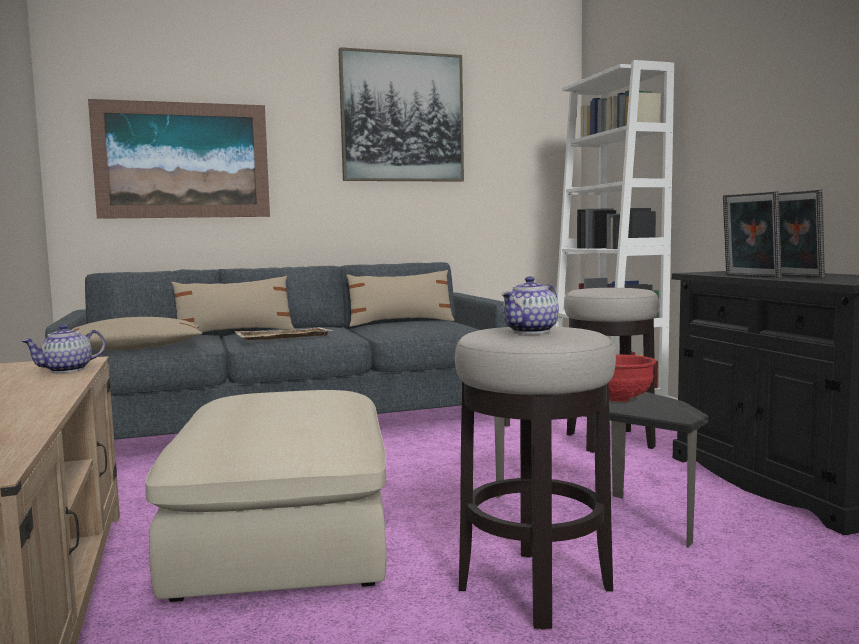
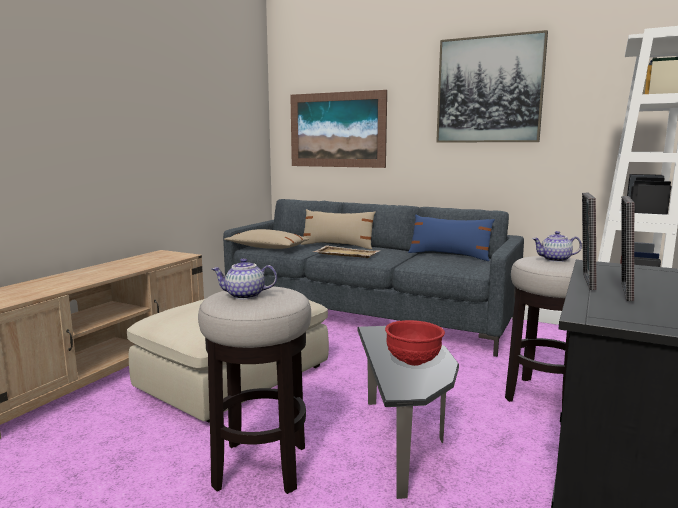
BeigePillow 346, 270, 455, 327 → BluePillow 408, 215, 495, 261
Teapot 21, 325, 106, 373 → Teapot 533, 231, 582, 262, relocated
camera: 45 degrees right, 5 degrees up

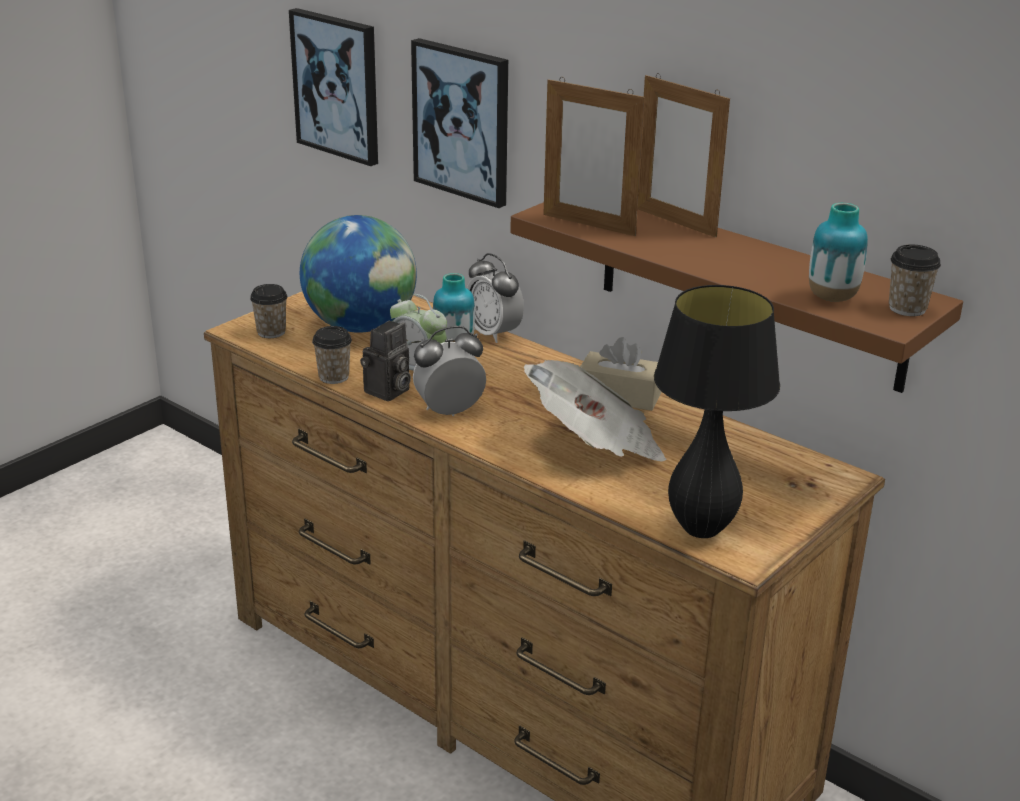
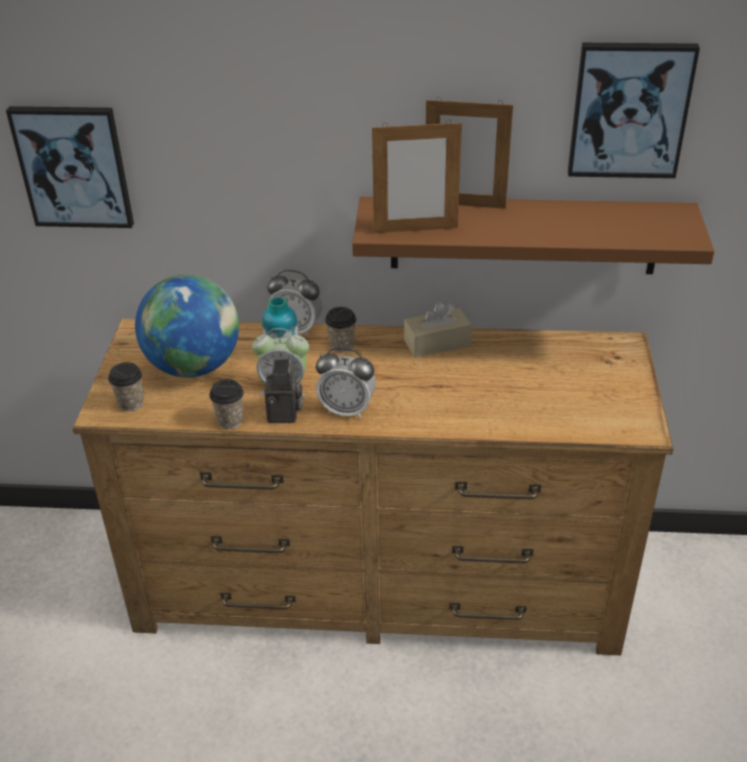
AlarmClock 413, 326, 486, 416 → AlarmClock 315, 347, 376, 419, 105 degrees counterclockwise
Cup 889, 245, 941, 316 → Cup 325, 307, 356, 353, relocated
Picture 411, 38, 508, 208 → Picture 568, 43, 700, 178, relocated
Newspaper 524, 360, 667, 461 → -
BlackTableLamp 654, 285, 780, 538 → -
Vase 809, 203, 868, 302 → -
camera: 35 degrees left, 10 degrees up

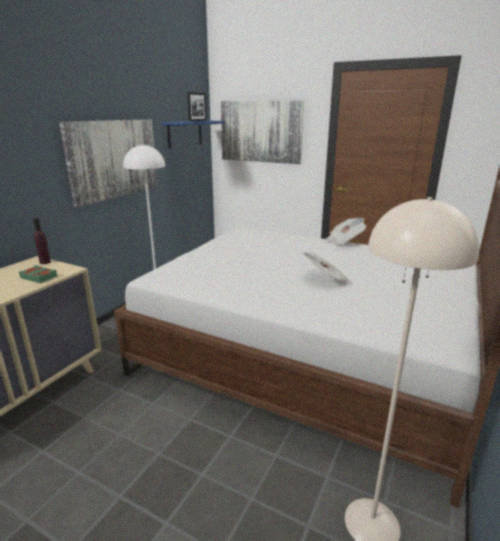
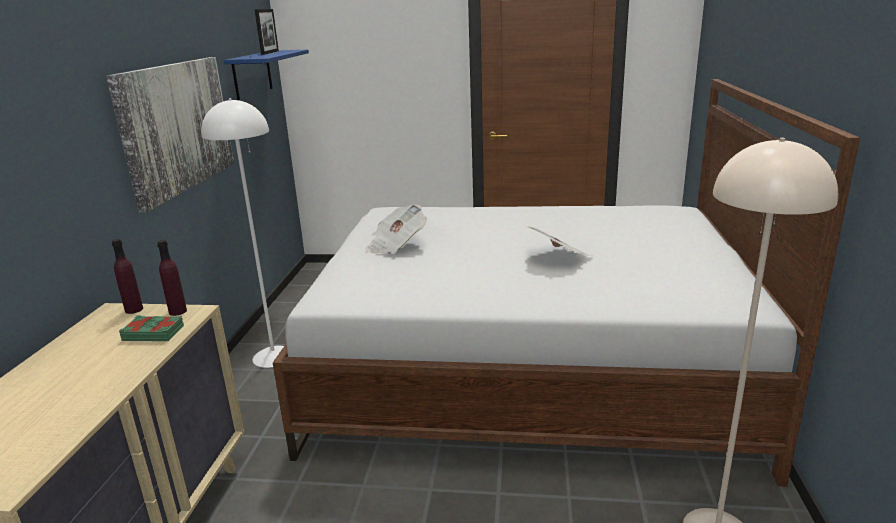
- → PurpleBottle 157, 240, 187, 316
Newspaper 324, 218, 366, 245 → Newspaper 365, 204, 427, 254, relocated
Picture 221, 100, 304, 164 → -
camera: 20 degrees left, 0 degrees up

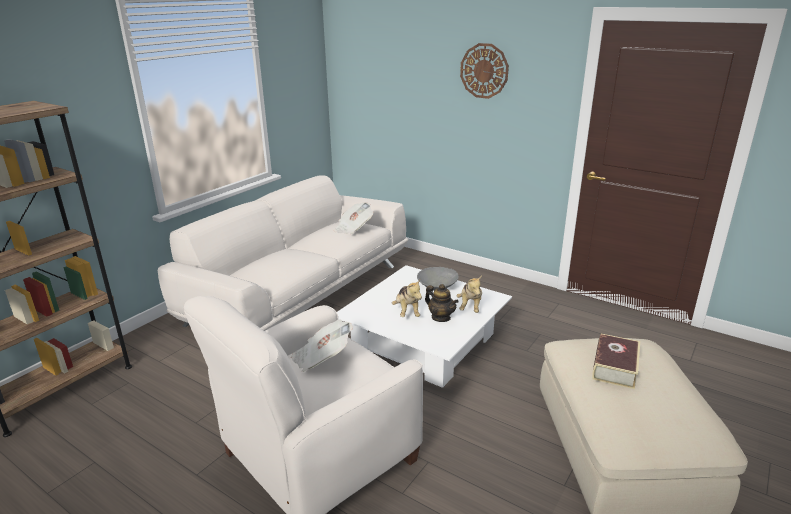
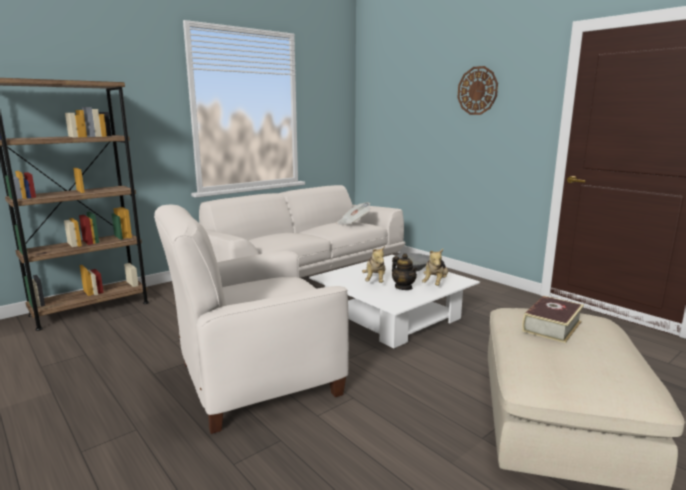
Newspaper 291, 319, 353, 372 → -
camera: 15 degrees right, 10 degrees down

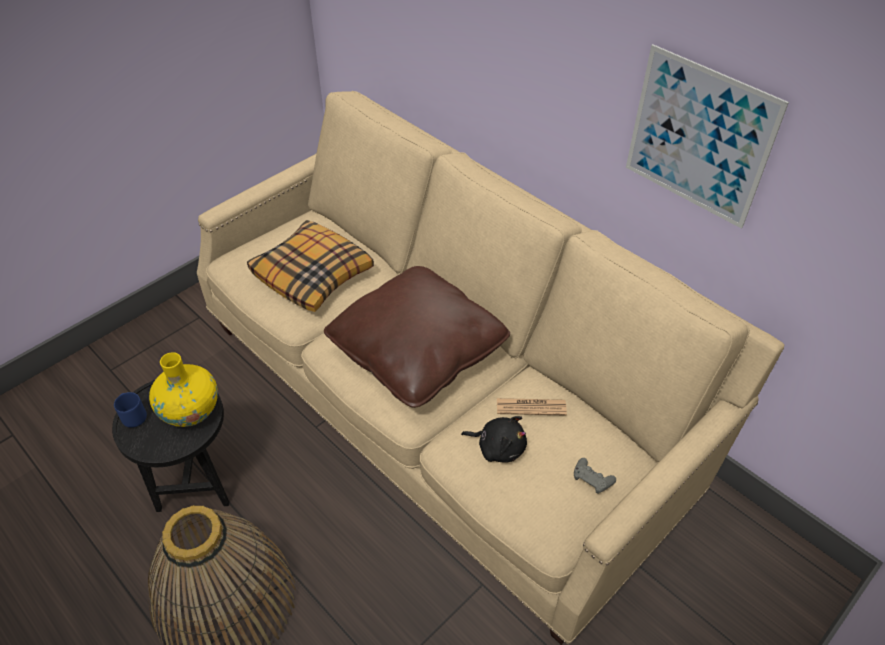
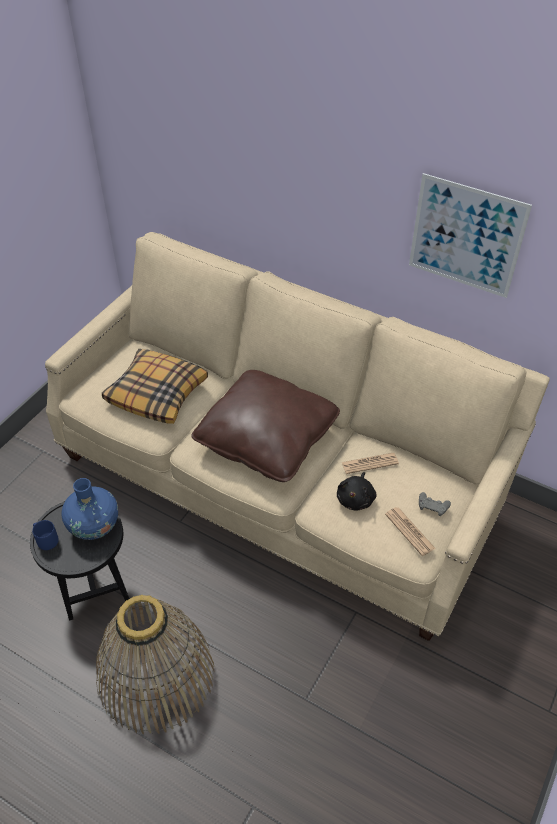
YellowVase 149, 352, 218, 427 → BlueVase 62, 478, 118, 540
BlackPlushToy 461, 416, 527, 463 → BlackPlushToy 337, 472, 377, 511, 105 degrees clockwise
- → Newspaper 385, 507, 436, 556
camera: 15 degrees left, 0 degrees up

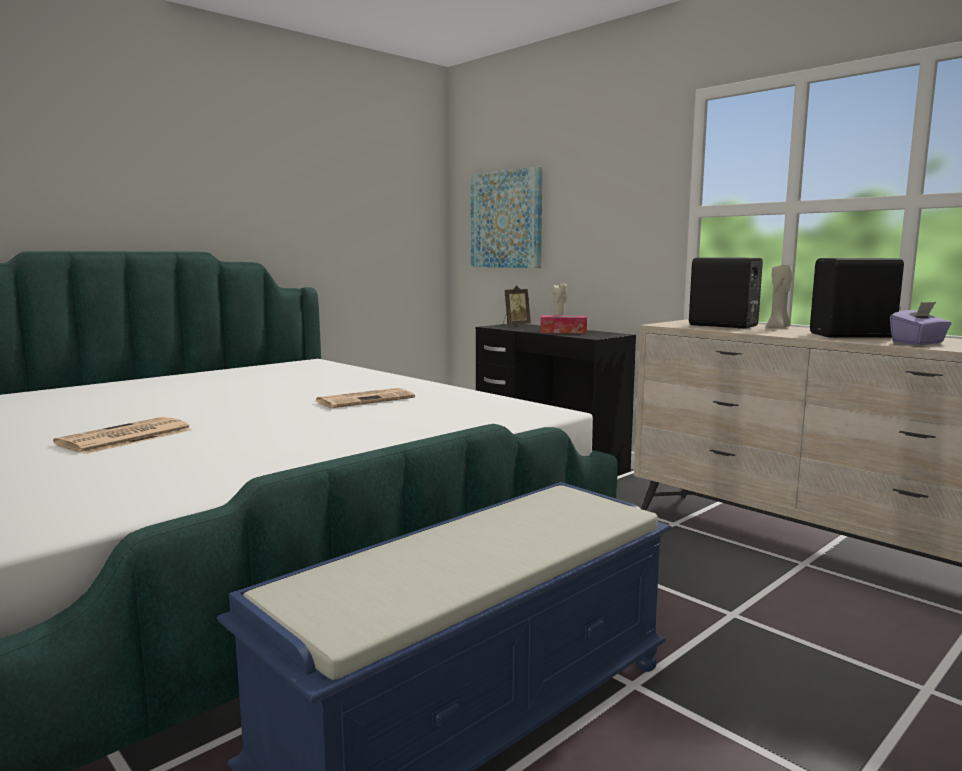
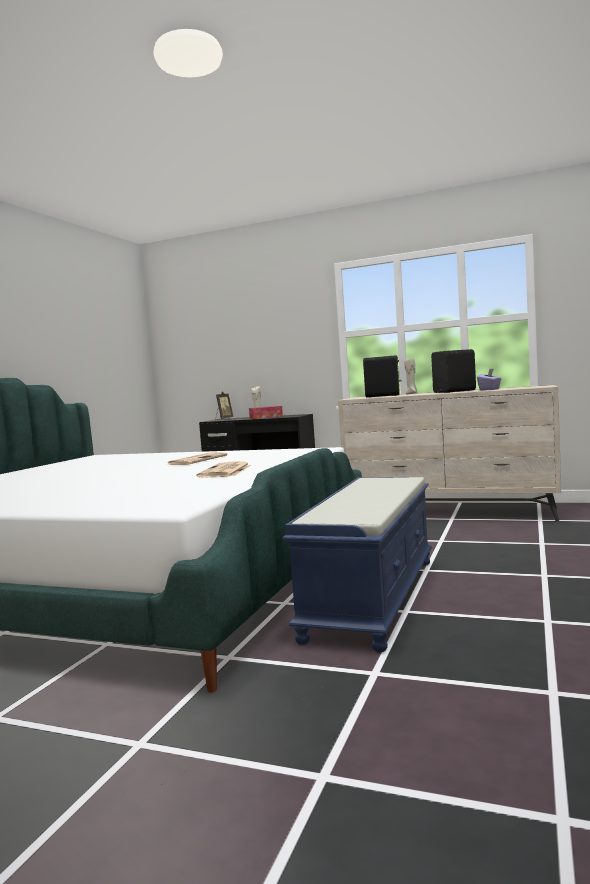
Newspaper 53, 417, 192, 454 → Newspaper 197, 461, 251, 478, relocated
Picture 471, 167, 543, 268 → -
camera: 25 degrees left, 5 degrees down

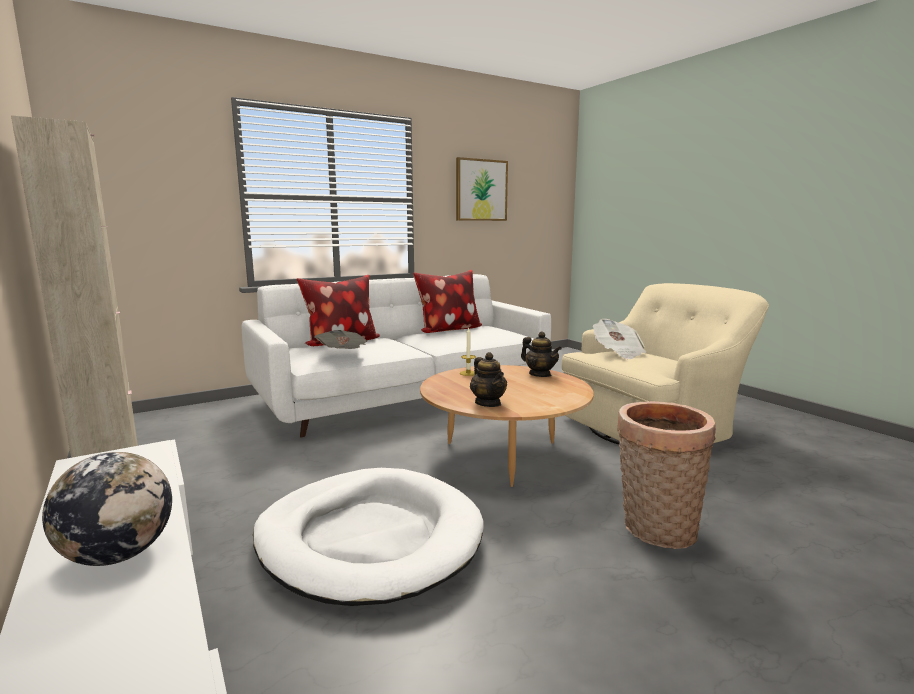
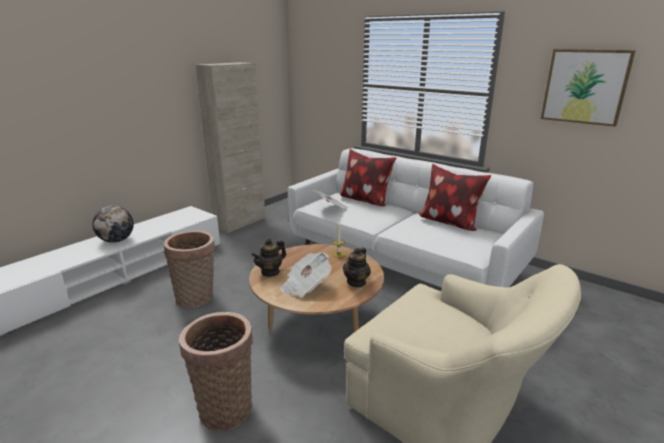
WhiteDogBed 253, 468, 484, 606 → Basket 164, 231, 215, 308
Newspaper 593, 319, 646, 359 → Newspaper 280, 253, 332, 297, relocated
camera: 70 degrees right, 10 degrees up

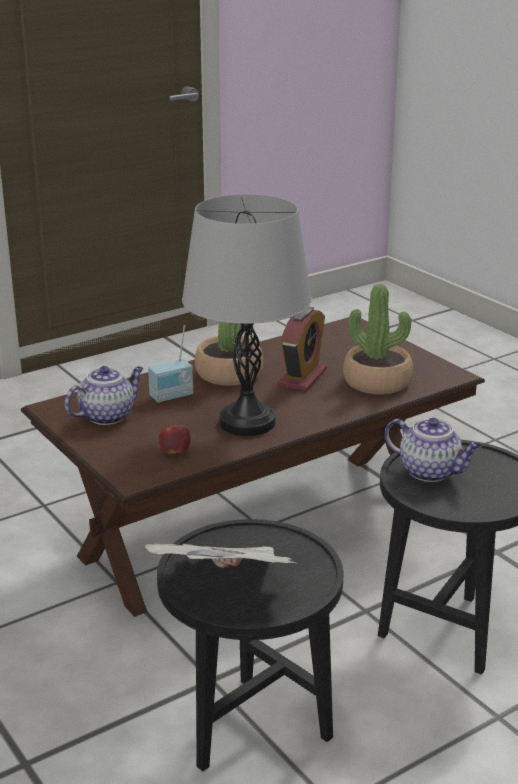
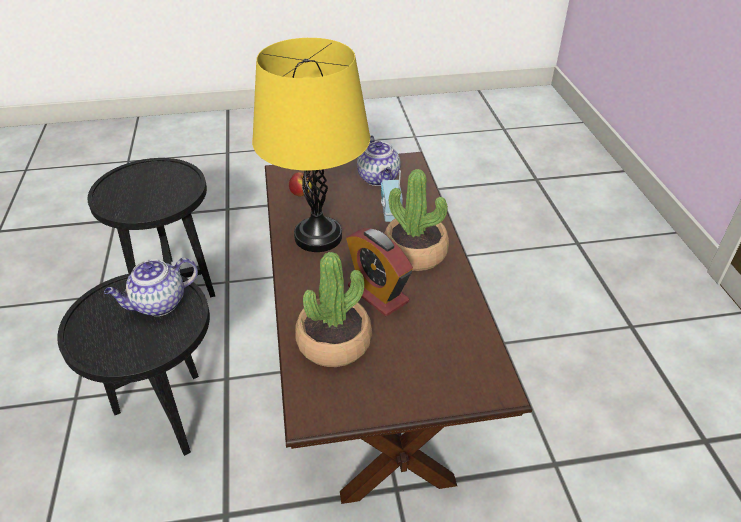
GreyTableLamp 182, 194, 312, 436 → YellowTableLamp 252, 38, 370, 252
Newspaper 145, 544, 298, 568 → -
camera: 115 degrees right, 15 degrees up

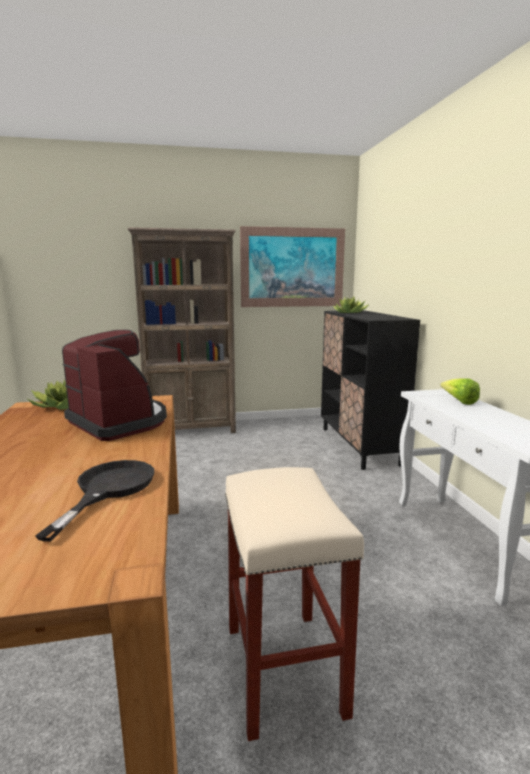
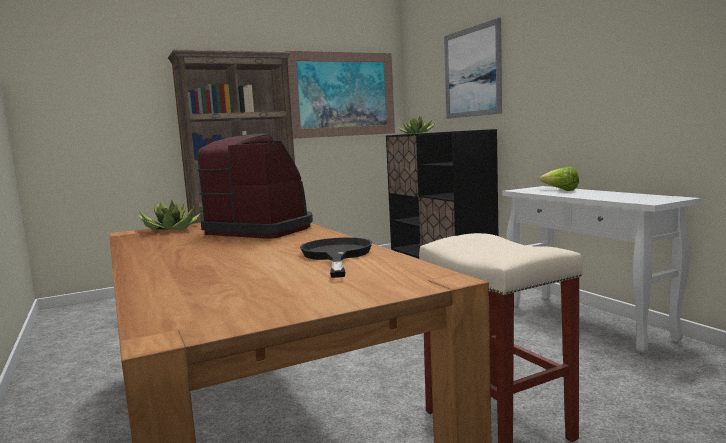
- → Picture 444, 18, 502, 119
camera: 15 degrees left, 5 degrees down

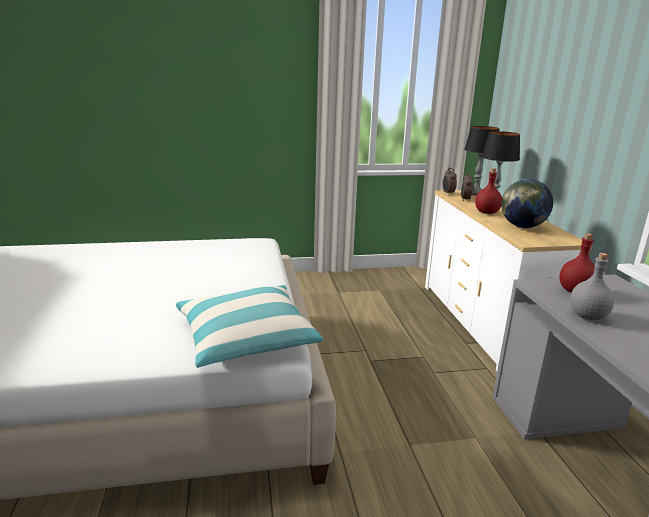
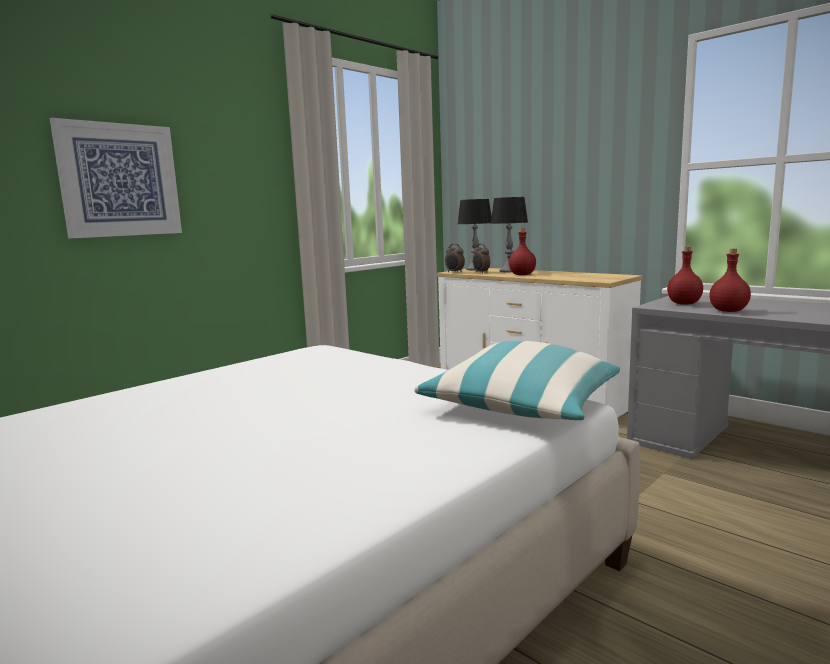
- → Picture 50, 118, 182, 238
GreyBottle 570, 253, 614, 320 → RedBottle 709, 249, 751, 312
Globe 501, 179, 553, 228 → -
camera: 35 degrees left, 10 degrees down

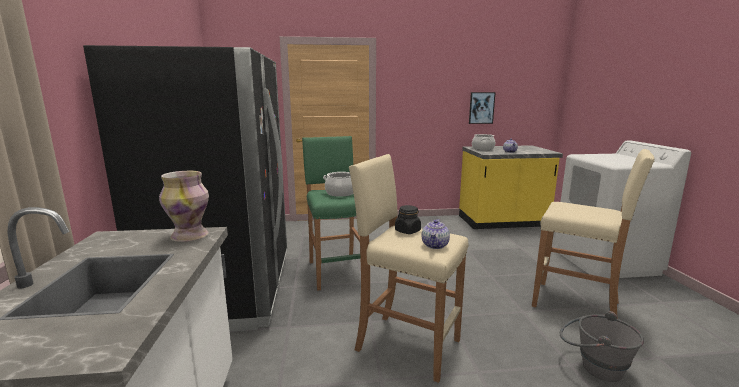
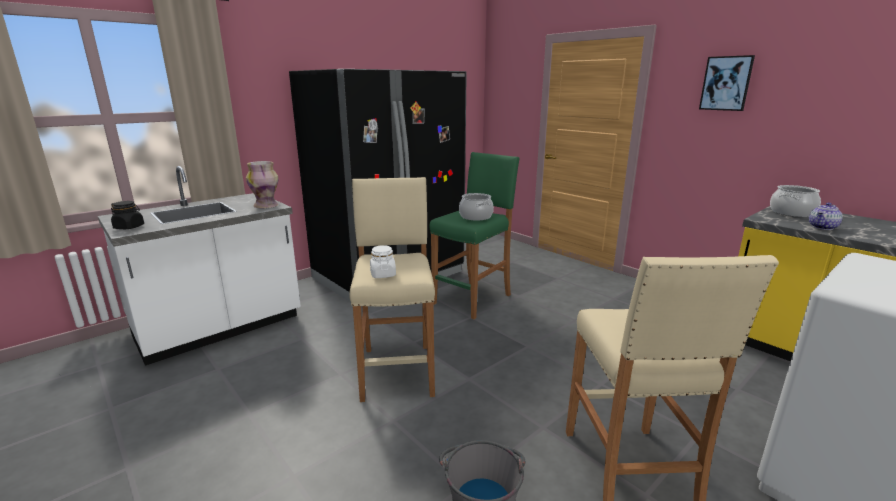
BlackJar 395, 205, 421, 234 → BlackJar 111, 201, 144, 229, relocated
Teapot 422, 219, 450, 249 → WhiteJar 370, 245, 396, 278
Picture 469, 92, 496, 124 → Picture 699, 55, 755, 111, relocated
camera: 55 degrees right, 5 degrees up

